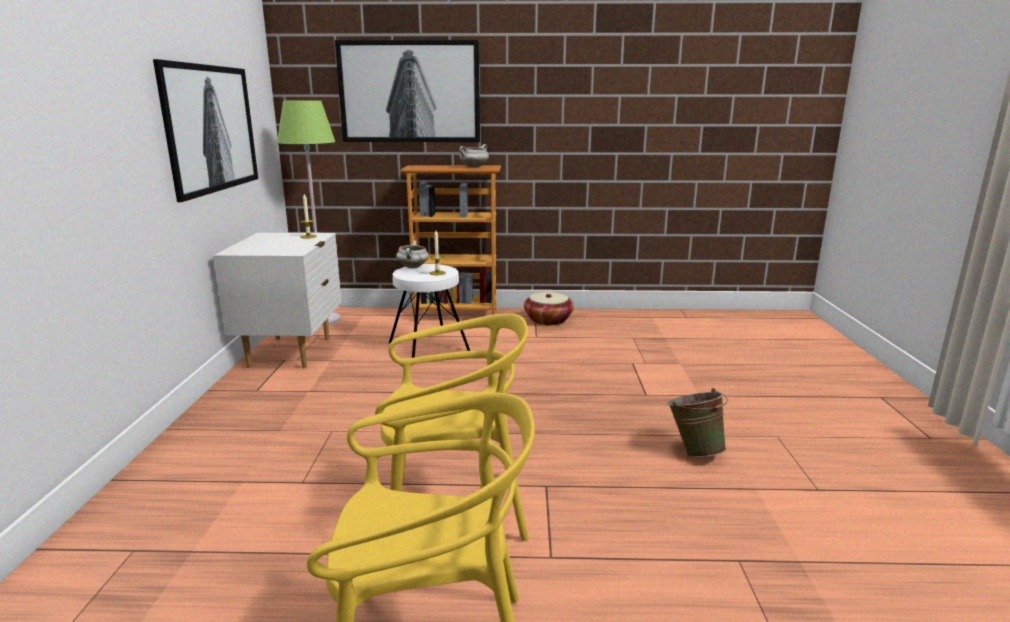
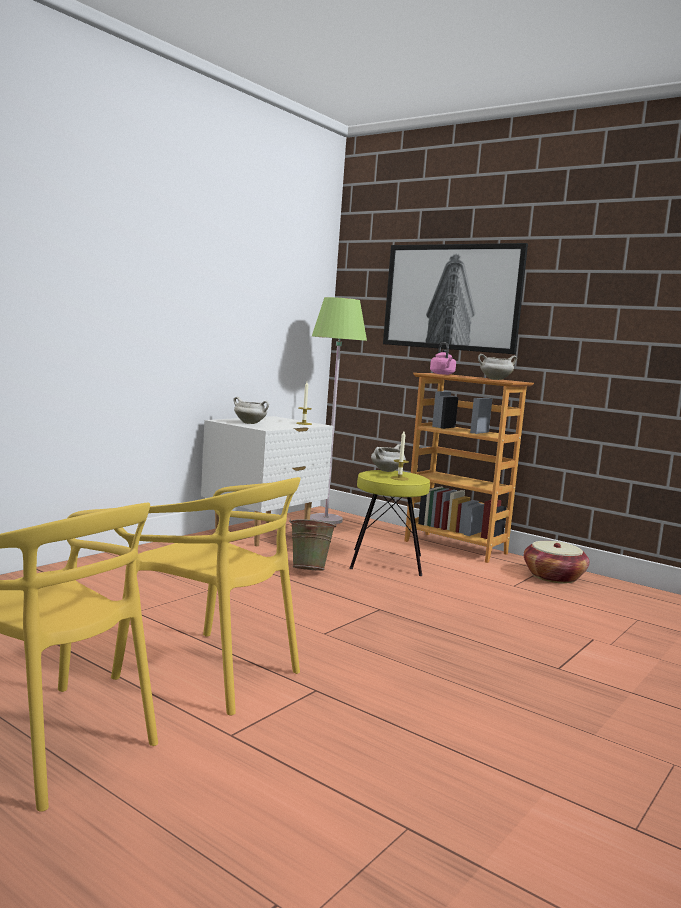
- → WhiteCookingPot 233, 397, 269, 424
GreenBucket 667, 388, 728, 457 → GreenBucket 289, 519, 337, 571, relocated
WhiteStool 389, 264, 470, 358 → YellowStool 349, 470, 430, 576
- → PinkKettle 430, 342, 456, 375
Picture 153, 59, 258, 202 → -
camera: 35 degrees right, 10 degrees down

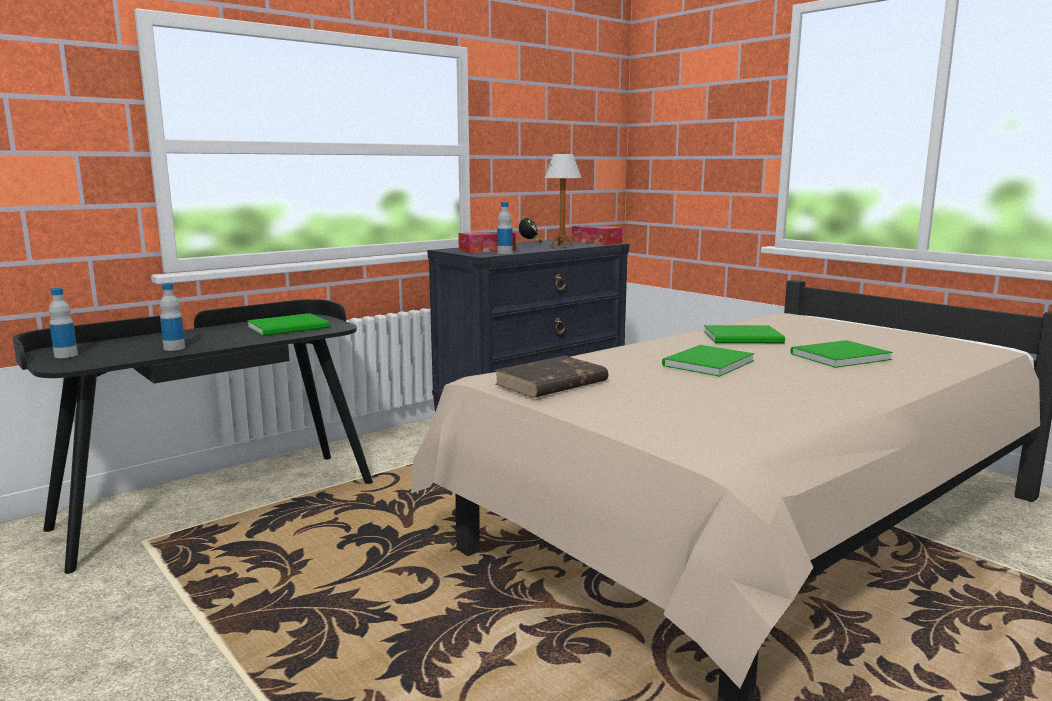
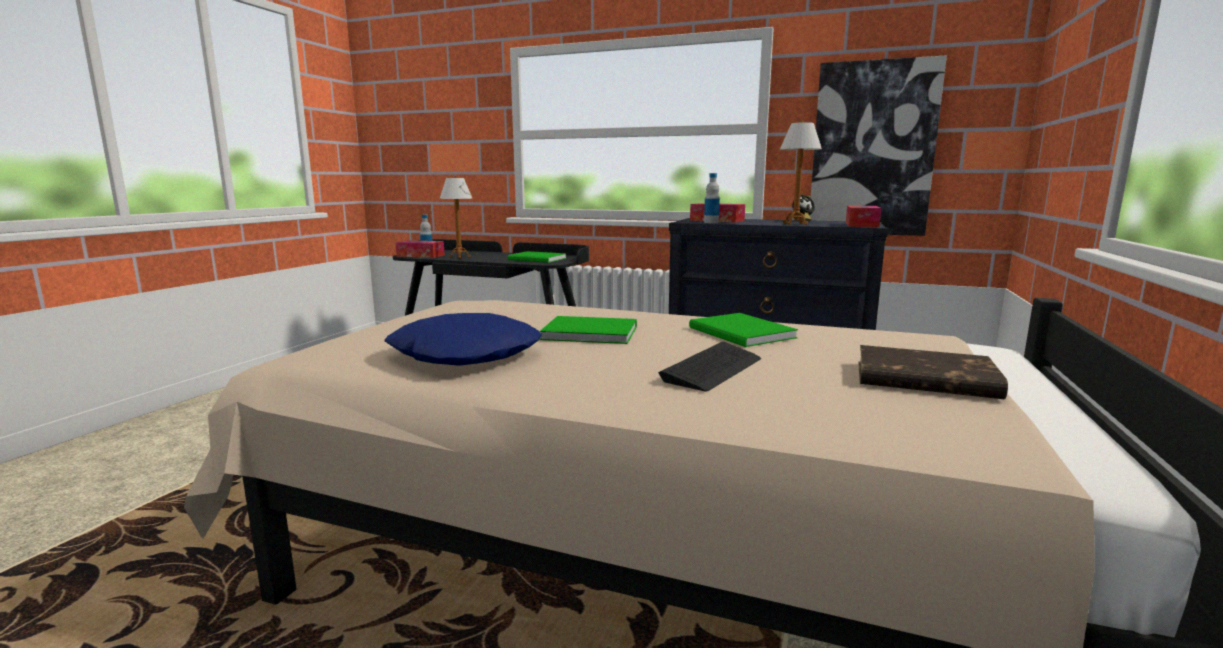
- → BluePillow 384, 313, 542, 366
- → TissueBox 395, 240, 445, 258
Bottle 160, 283, 185, 351 → TableLamp 439, 175, 472, 259
GreenBook 790, 340, 893, 368 → Keyboard 658, 341, 761, 391
- → Picture 809, 55, 947, 236
BrownBook 495, 356, 609, 398 → BrownBook 858, 345, 1008, 399, relocated
camera: 60 degrees right, 0 degrees up

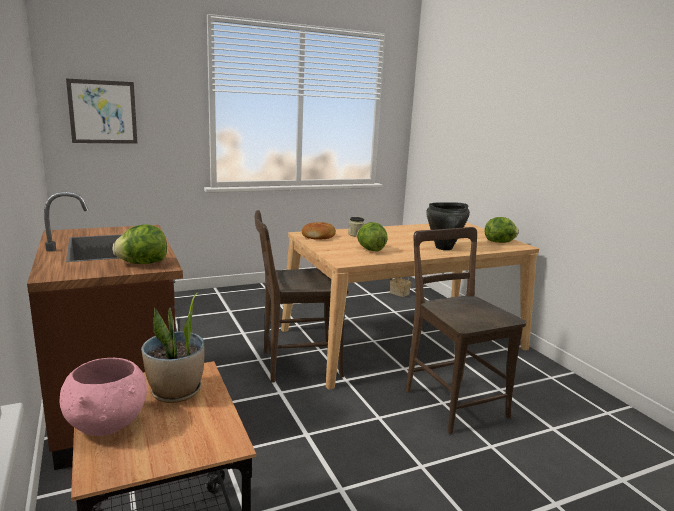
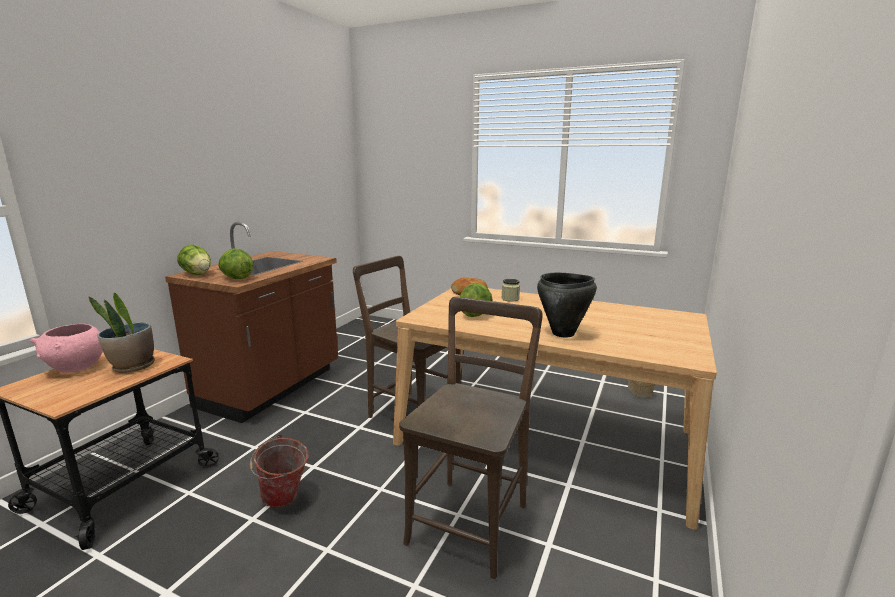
Lettuce 485, 217, 519, 243 → Lettuce 177, 244, 211, 275, relocated
- → Bucket 250, 434, 309, 508
Picture 66, 79, 137, 144 → -
camera: 50 degrees right, 0 degrees up

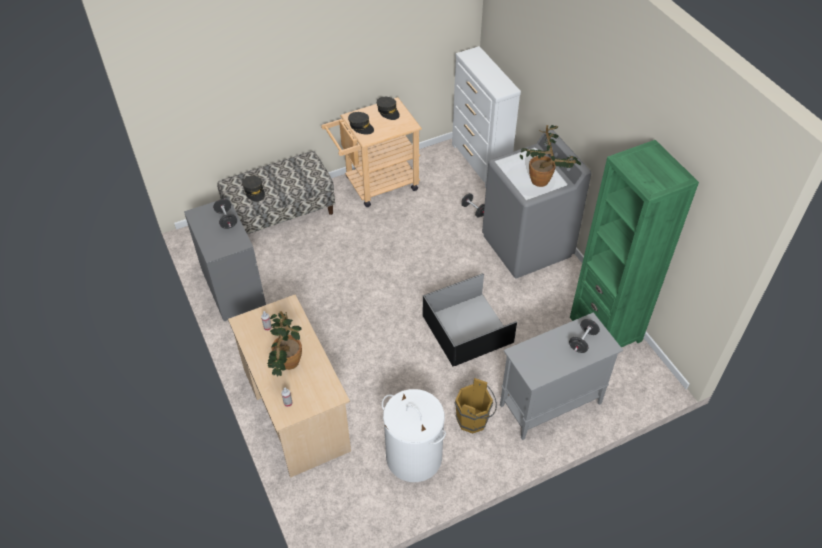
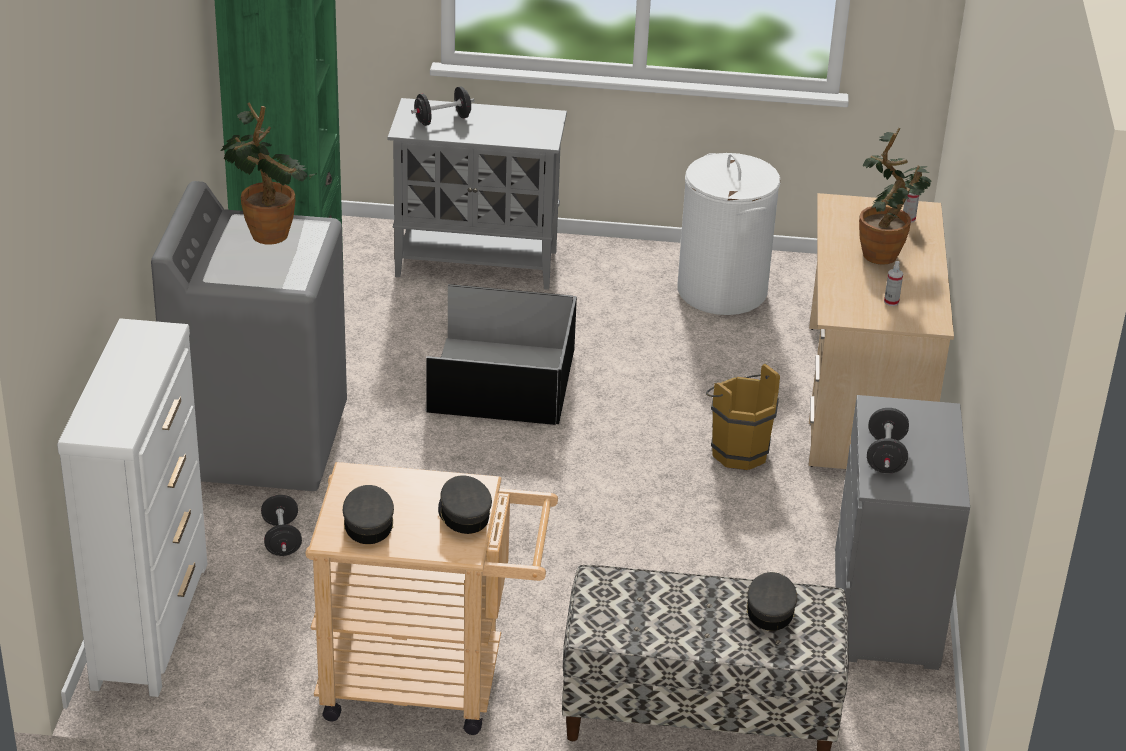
BrownBucket 455, 378, 497, 434 → BrownBucket 706, 364, 780, 470, relocated
camera: 150 degrees left, 15 degrees down

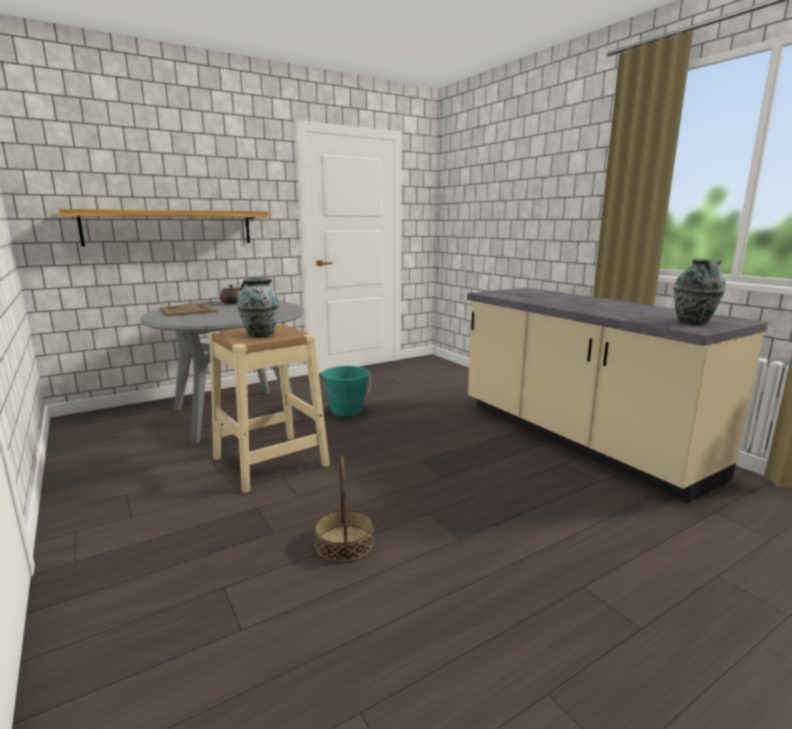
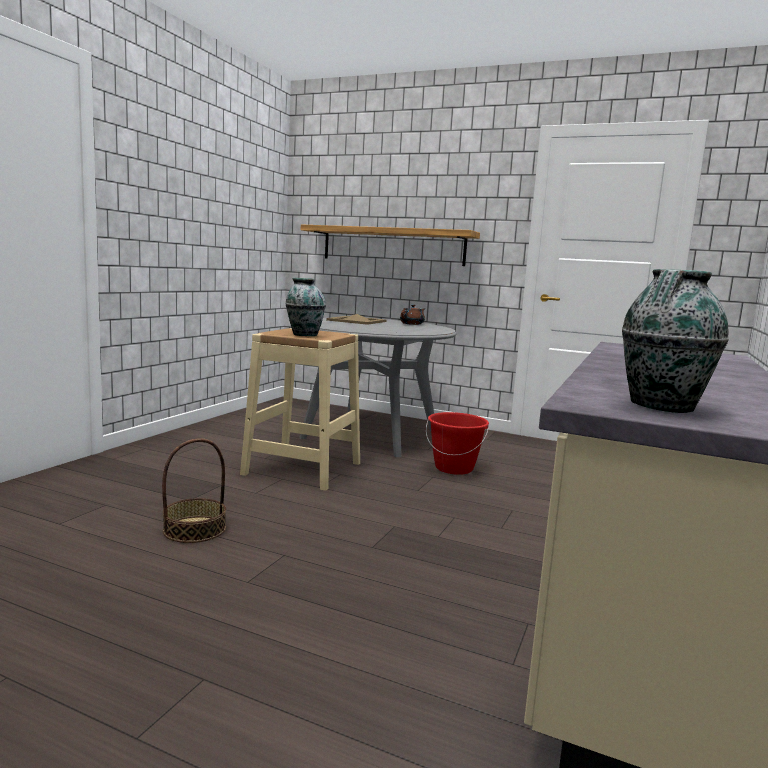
TurquoiseBucket 321, 366, 371, 416 → RedBucket 426, 412, 489, 475
camera: 55 degrees right, 5 degrees down

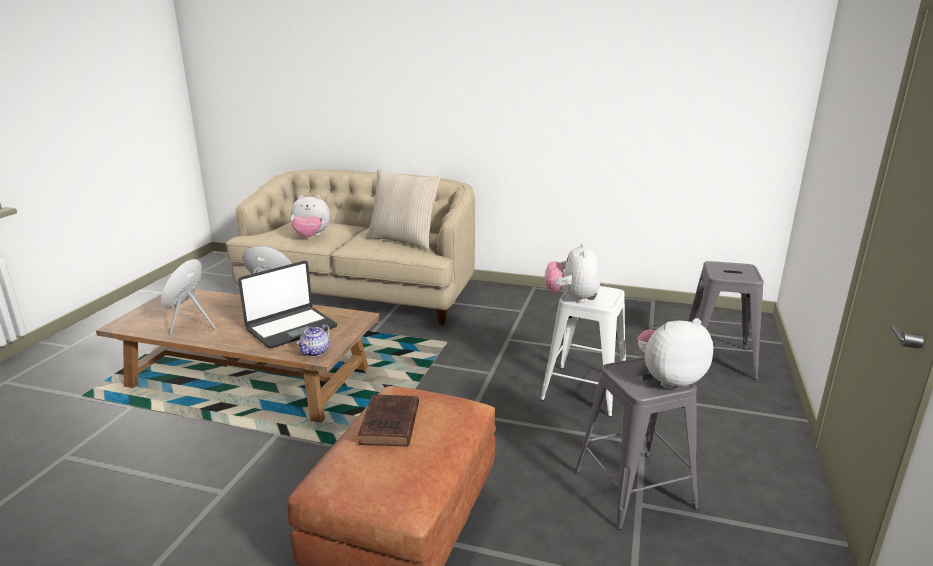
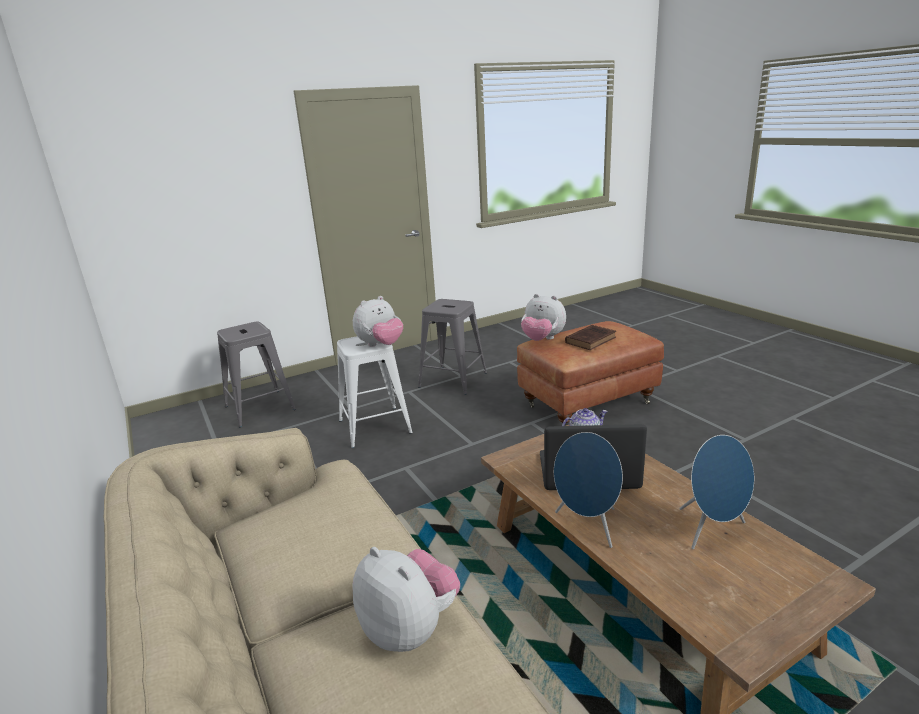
PlushToy 637, 318, 713, 389 → PlushToy 521, 294, 566, 341, relocated
BeigePillow 366, 169, 441, 250 → -
camera: 135 degrees left, 0 degrees up

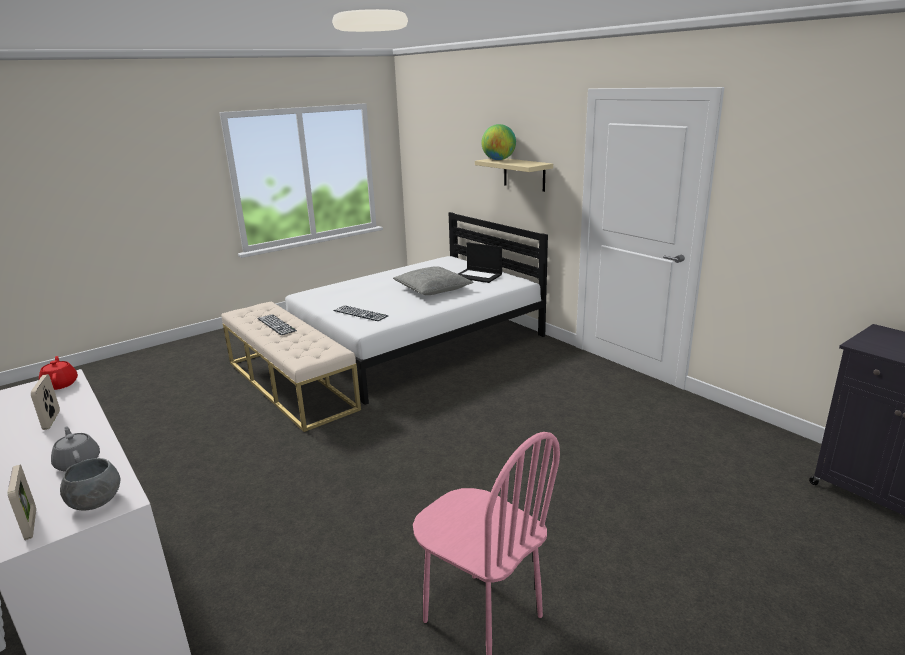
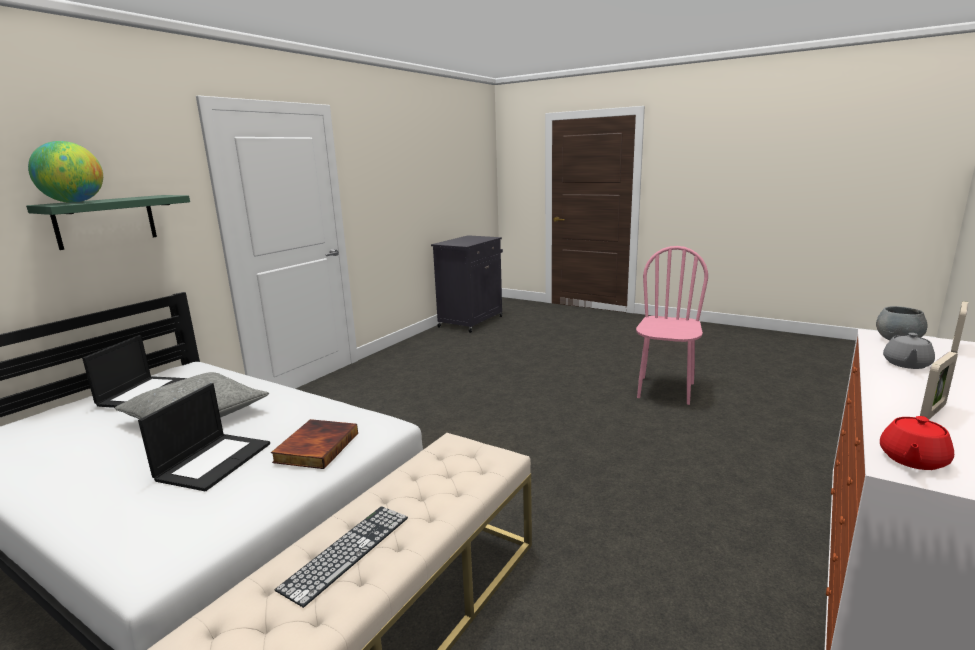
BeigeShelf 475, 158, 553, 192 → GreenShelf 26, 195, 190, 250
- → Laptop 138, 383, 270, 491
Keyboard 333, 305, 388, 321 → Book 271, 419, 358, 469
camera: 110 degrees left, 5 degrees down

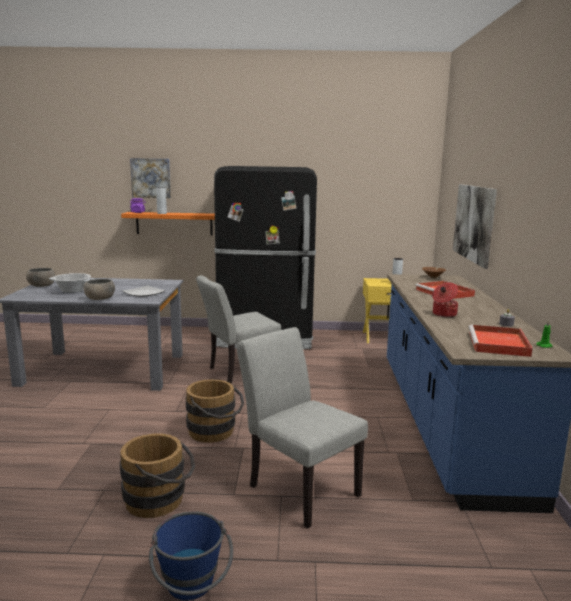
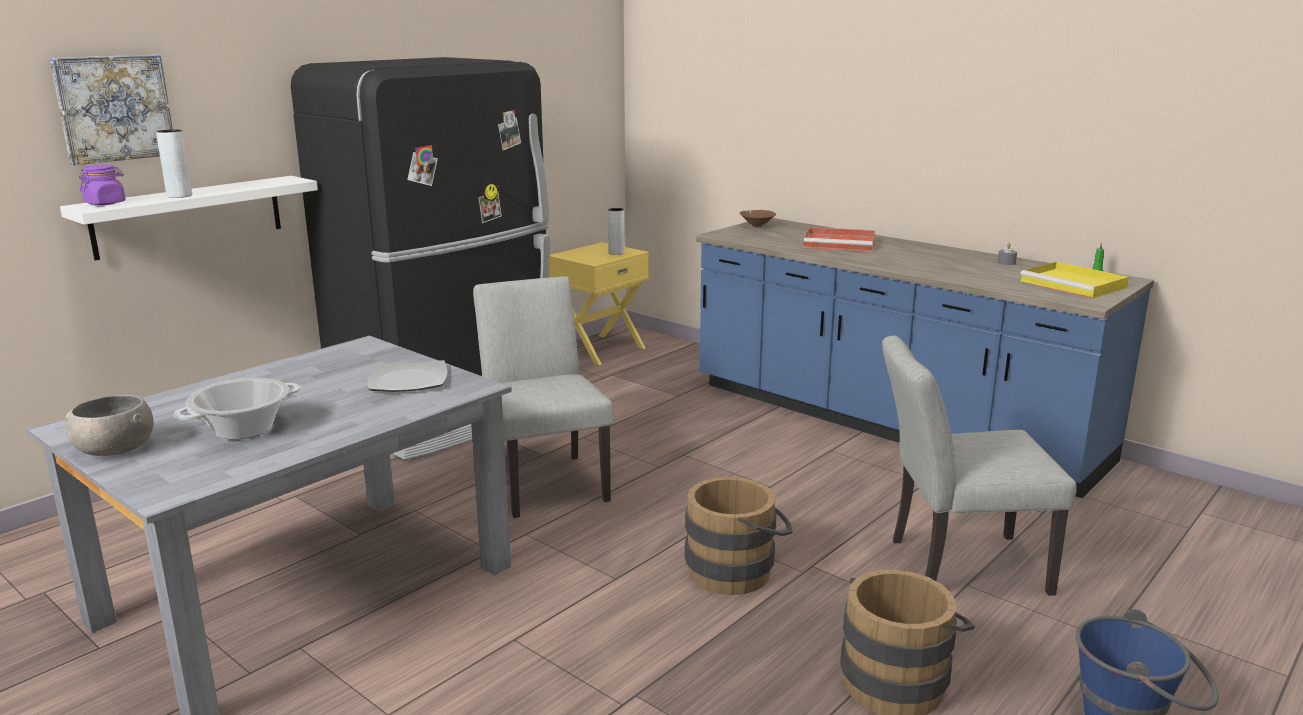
OrangeShelf 121, 212, 215, 236 → WhiteShelf 60, 176, 318, 261
GreyChair 196, 275, 281, 383 → GreyChair 473, 276, 613, 518, 150 degrees clockwise
RedTray 469, 325, 533, 357 → YellowTray 1020, 262, 1129, 298
GreyBowl 84, 279, 115, 300 → -
CookingPot 432, 283, 458, 317 → -
Picture 453, 184, 497, 269 → -
camera: 50 degrees left, 5 degrees up

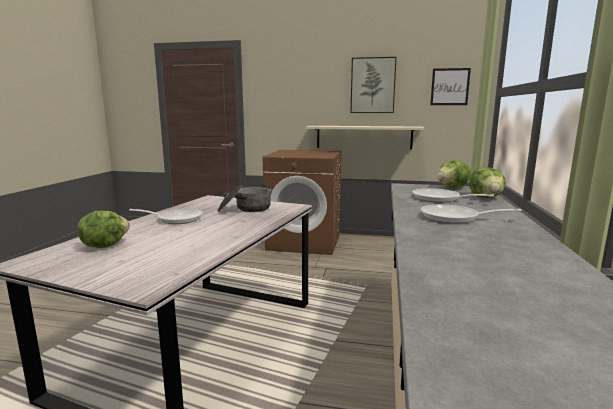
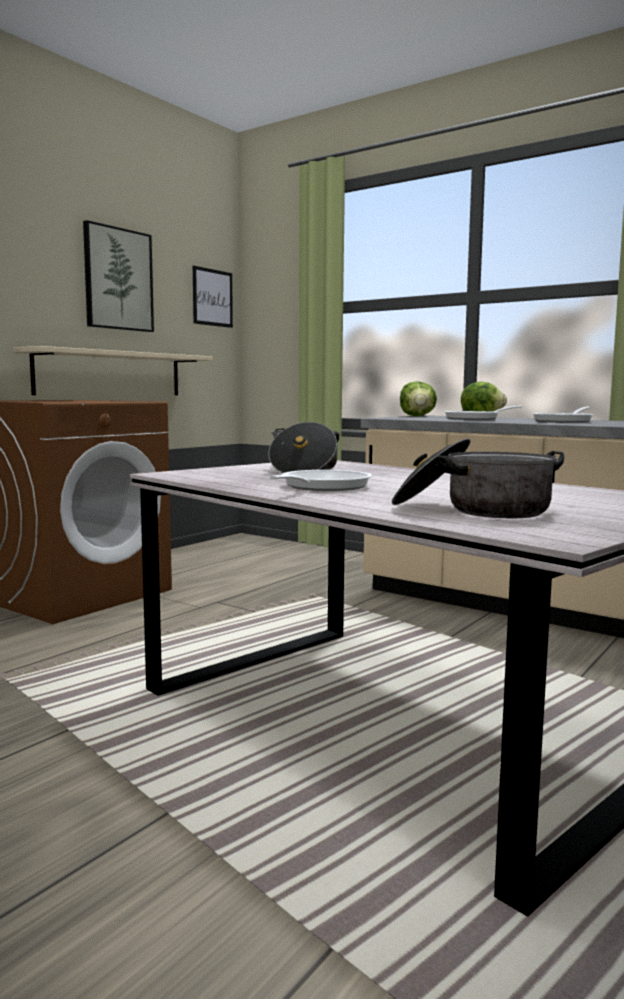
Lettuce 77, 211, 130, 248 → CookingPot 392, 438, 564, 518
camera: 65 degrees left, 5 degrees down

